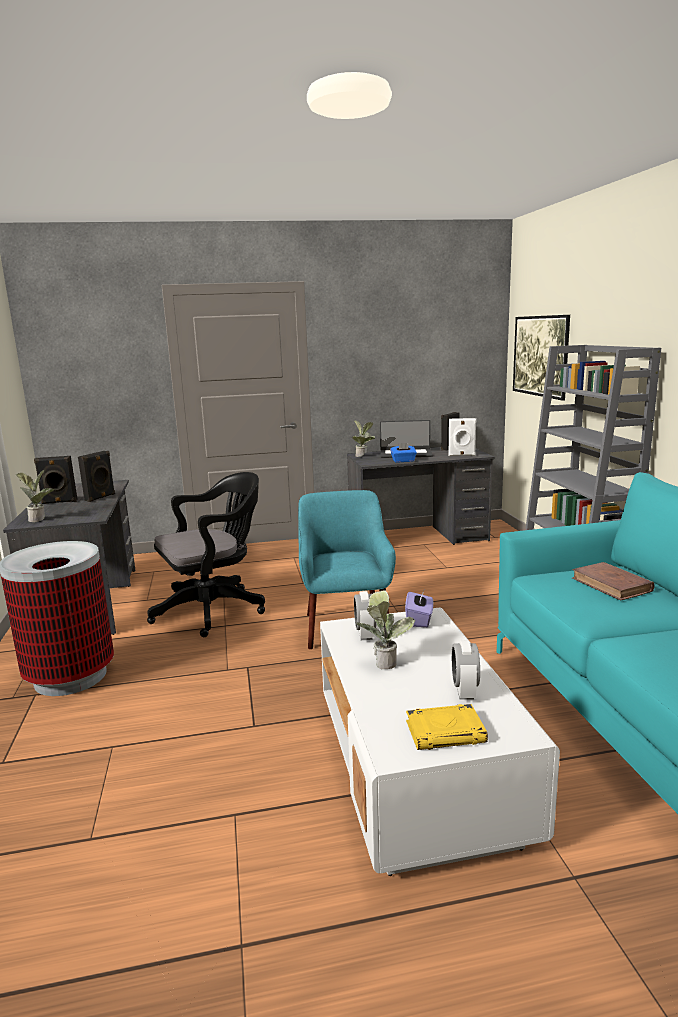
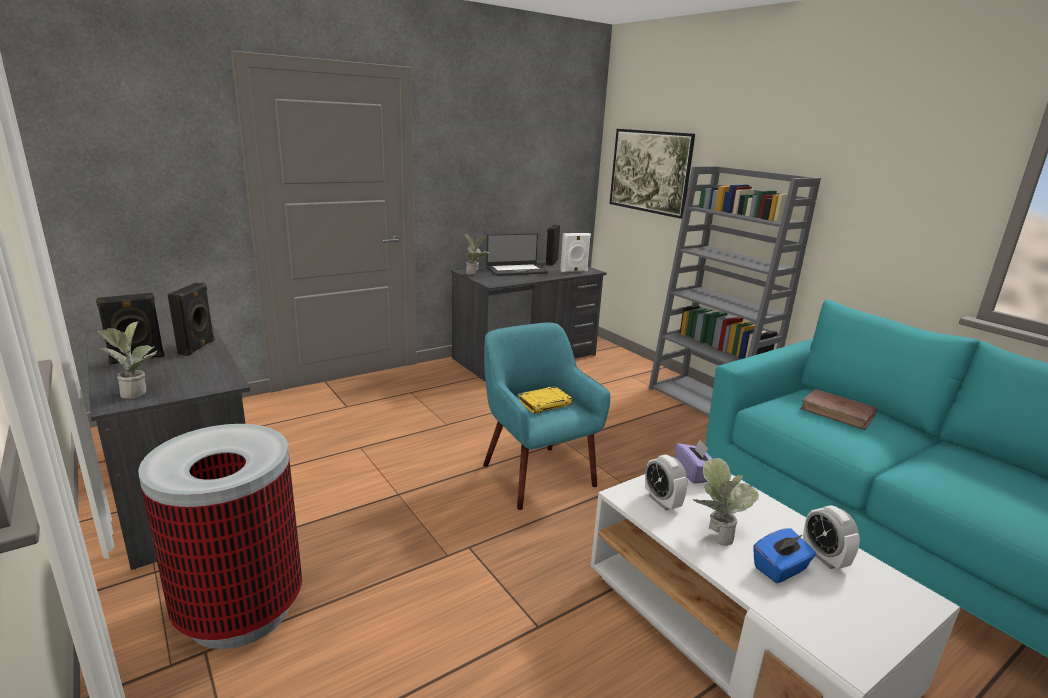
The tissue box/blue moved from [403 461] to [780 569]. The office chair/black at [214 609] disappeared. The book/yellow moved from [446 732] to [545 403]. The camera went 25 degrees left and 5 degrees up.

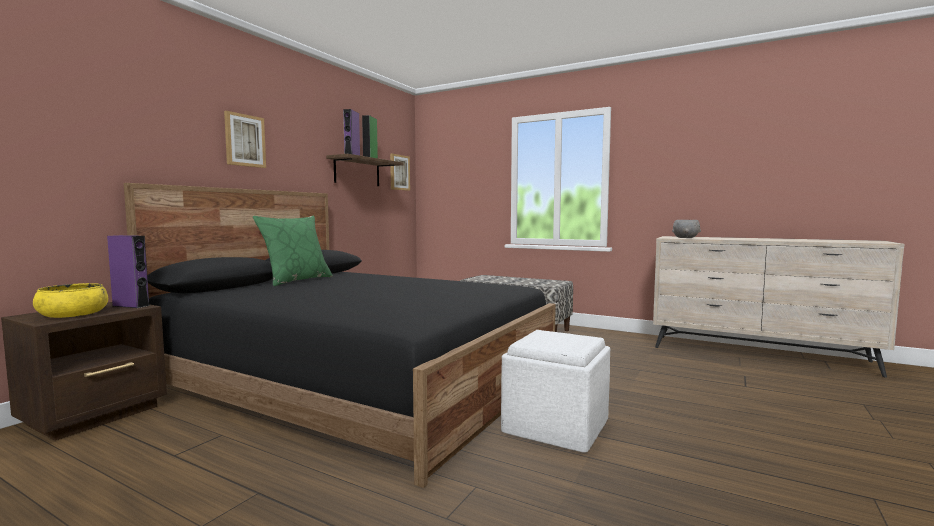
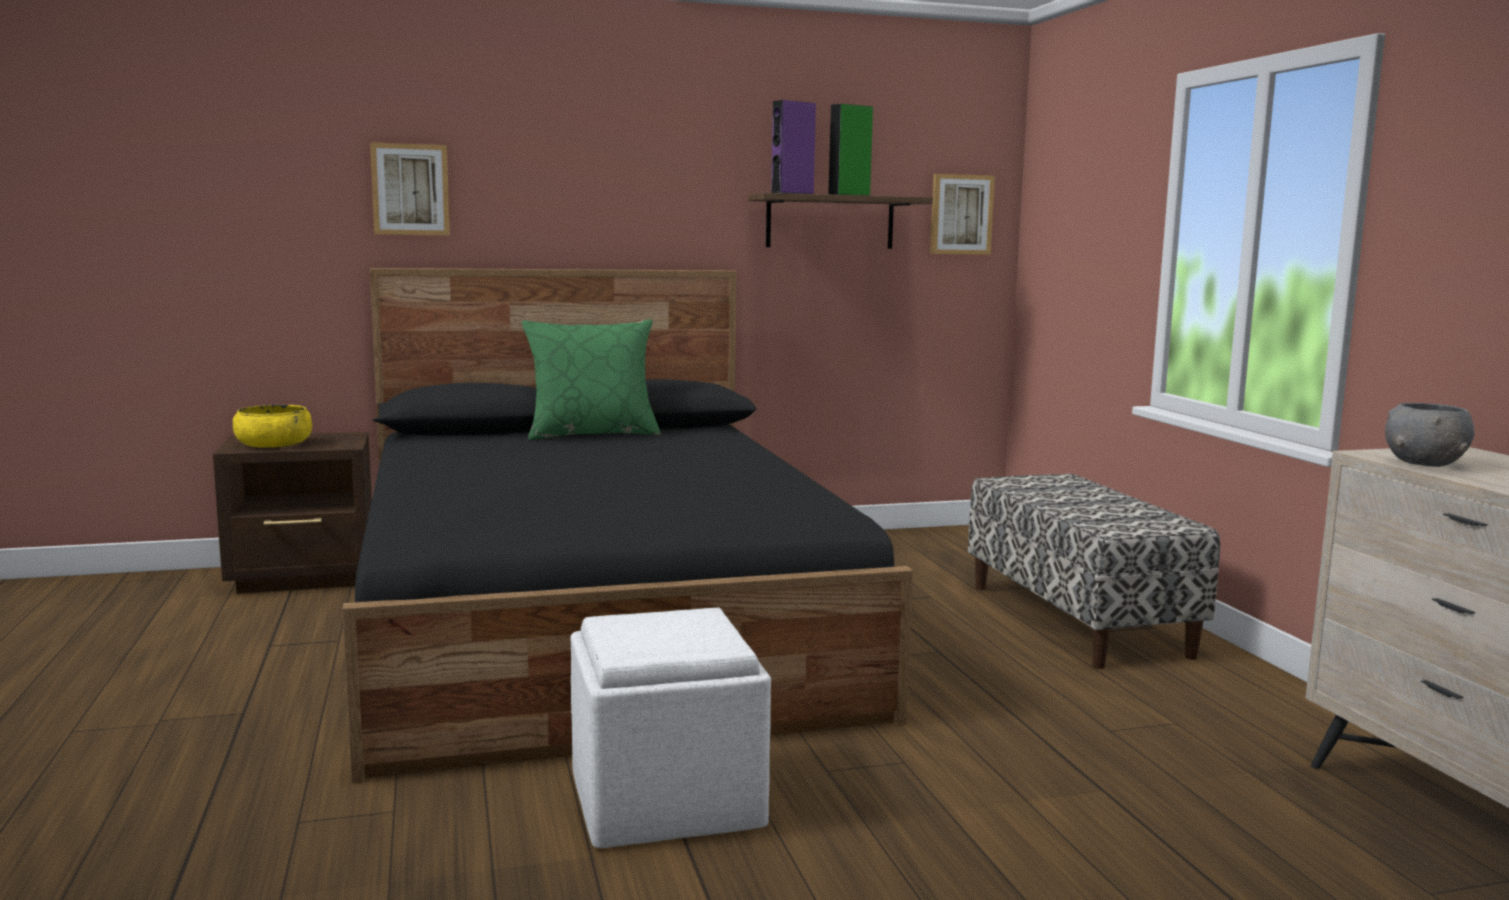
The picture moved from [244 140] to [410 189]. The speaker/purple at [131 305] disappeared. The camera went 45 degrees right and 5 degrees up.

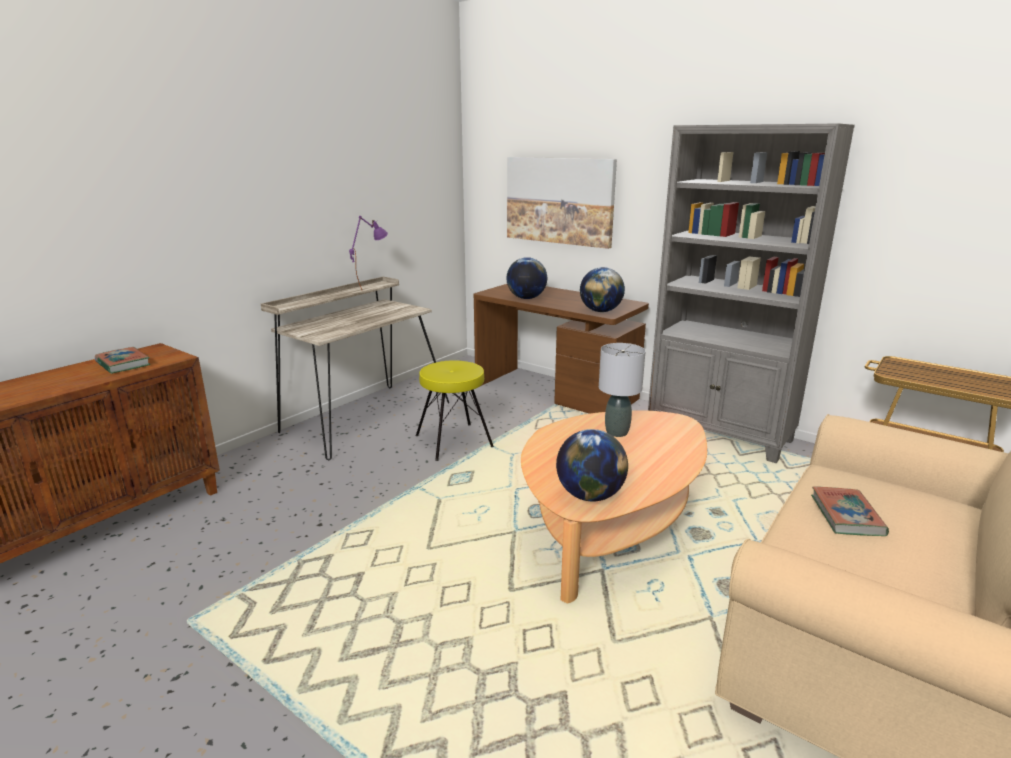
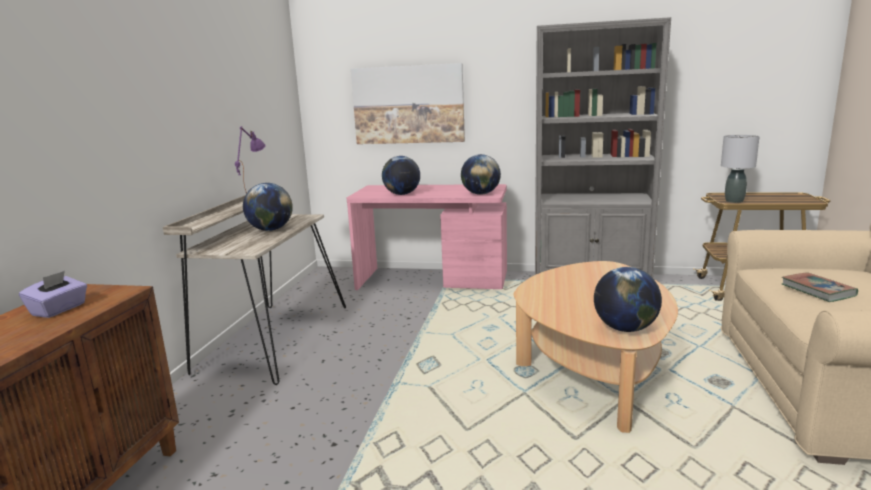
The desk/brown at [555 393] became the desk/pink at [432 280]. The table lamp/grey moved from [617 432] to [734 201]. The book at [123 364] was replaced by the tissue box/purple at [59 310]. The stool/yellow at [453 441] disappeared. The globe at [270 230] appeared. The camera went 25 degrees left and 5 degrees down.

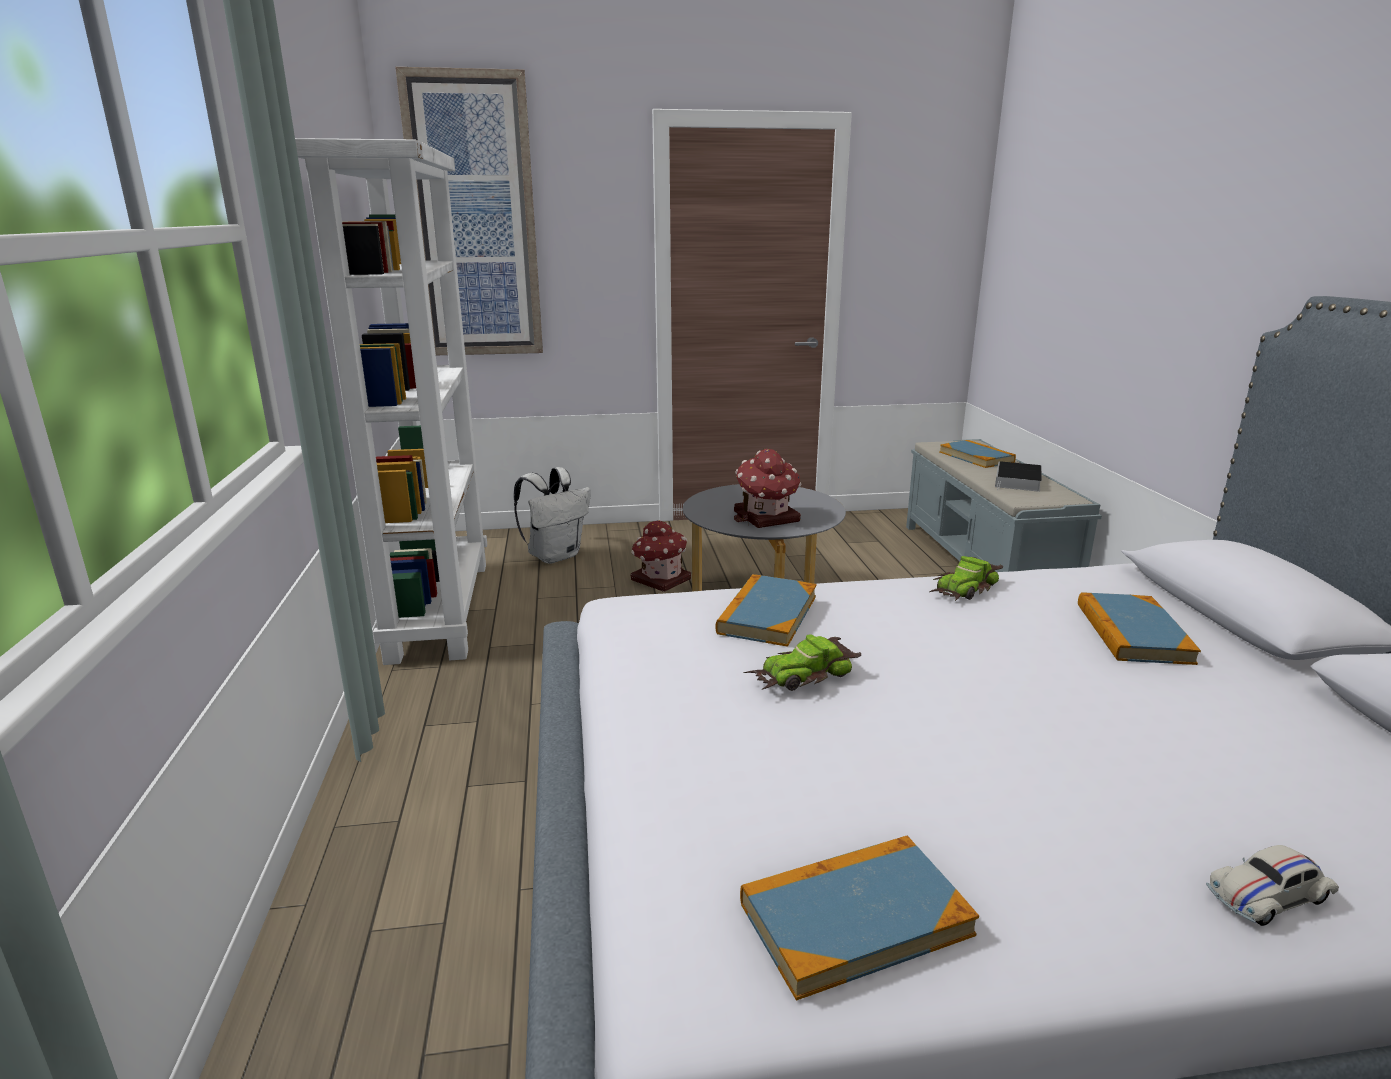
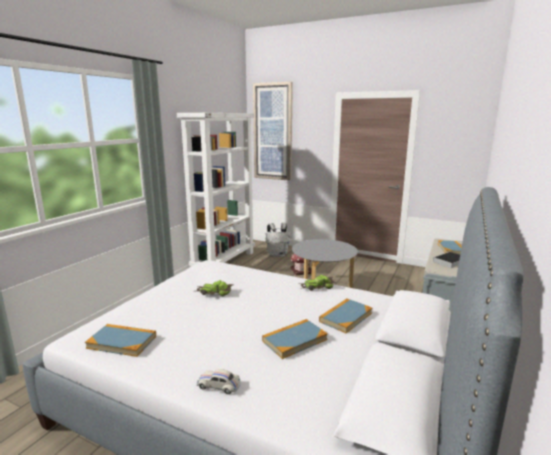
The toy house at [766 518] disappeared. The book moved from [767 614] to [294 340]. The camera went 35 degrees right and 5 degrees down.

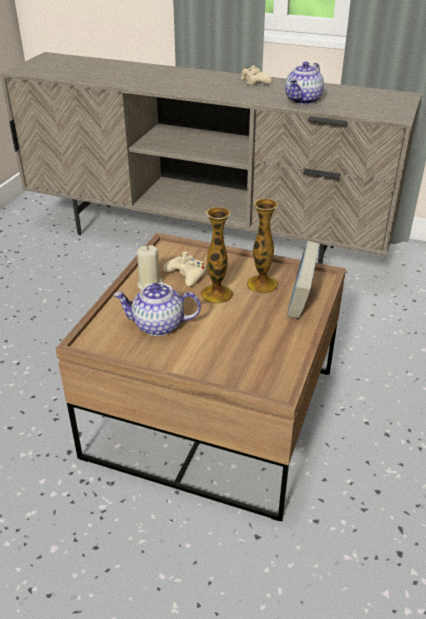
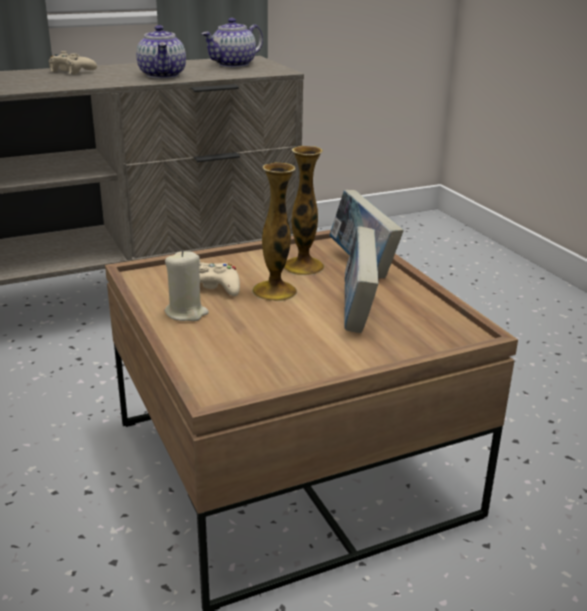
The teapot moved from [158 326] to [233 64]. The book at [357 313] appeared. The camera went 45 degrees left and 10 degrees down.

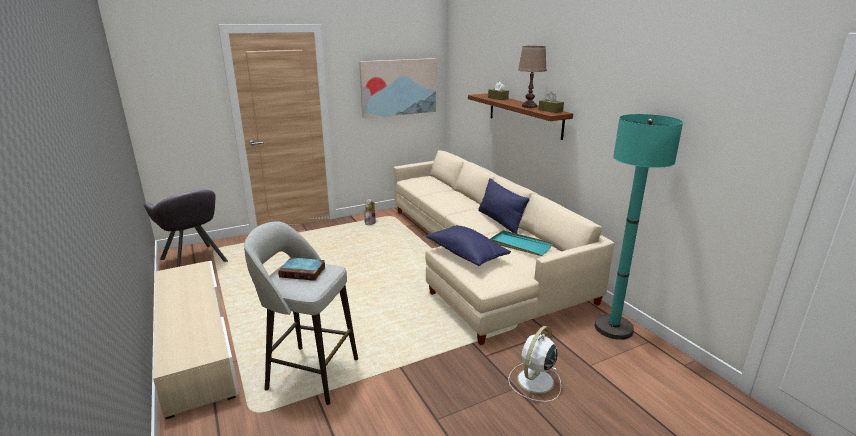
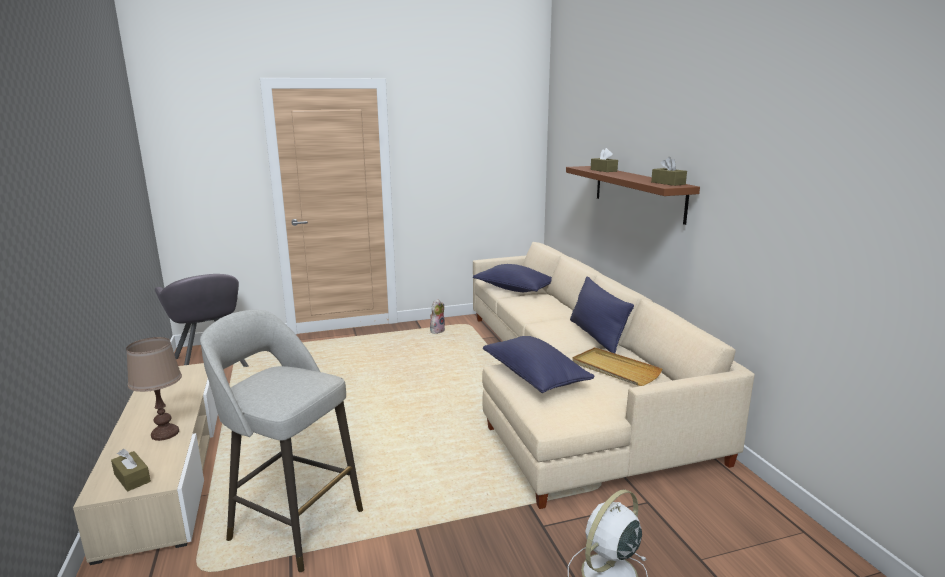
The table lamp/brown moved from [529 106] to [164 433]. The picture at [398 87] disappeared. The floor lamp/turquoise at [613 328] disappeared. The tray/turquoise at [520 245] became the tray/beige at [614 369]. The book at [304 272] disappeared. The pillow/blue at [514 289] appeared. The tissue box/brown at [132 478] appeared. The camera went 10 degrees right and 5 degrees down.

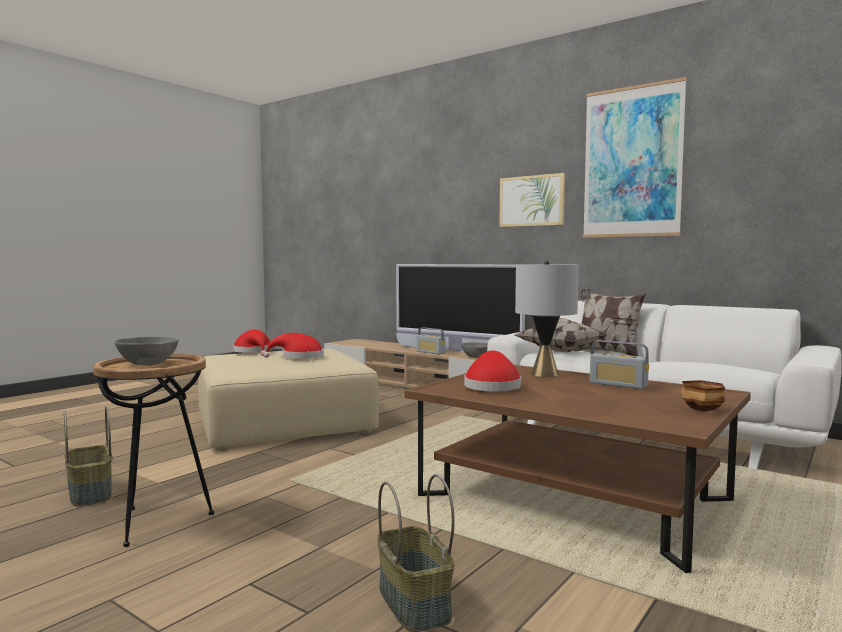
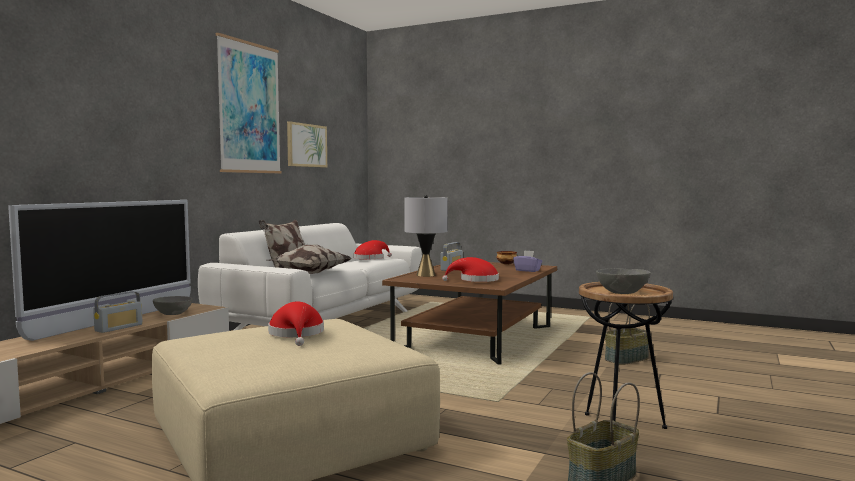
The picture moved from [532 201] to [306 145]. The hat/red moved from [254 352] to [370 258]. The tissue box/purple at [527 270] appeared. The camera went 100 degrees left and 0 degrees up.

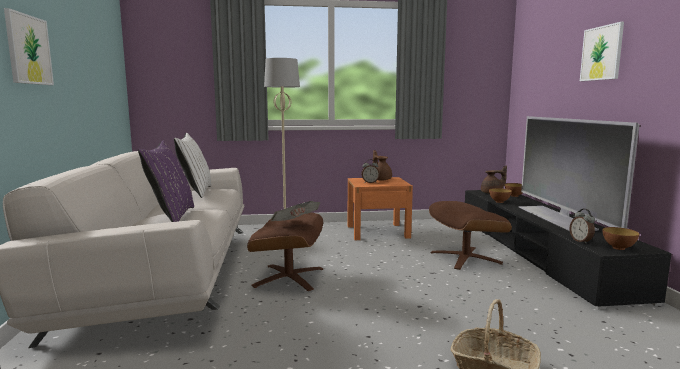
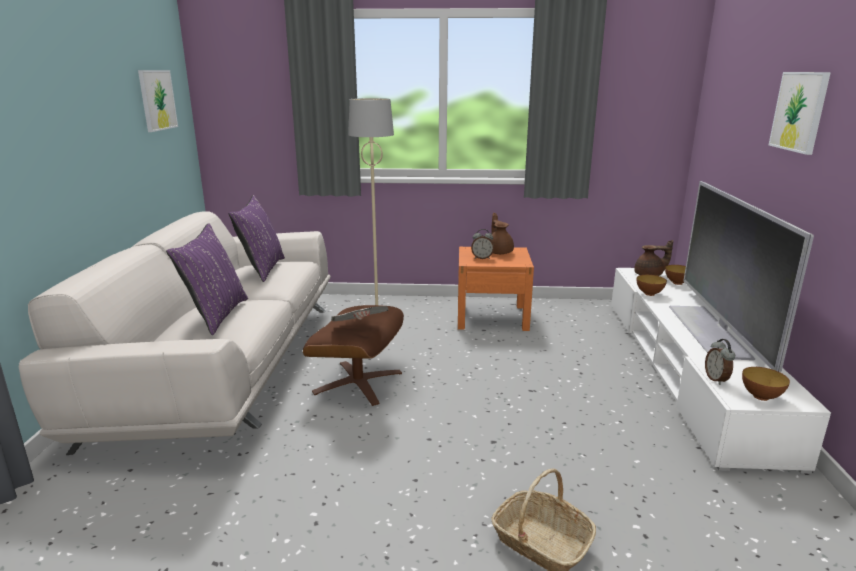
The picture moved from [28 49] to [157 100]. The pillow/white at [195 192] became the pillow/purple at [262 269]. The tv stand/black at [538 253] became the tv stand/white at [686 369]. The ottoman/brown at [465 258] disappeared. The camera went 10 degrees right and 10 degrees up.

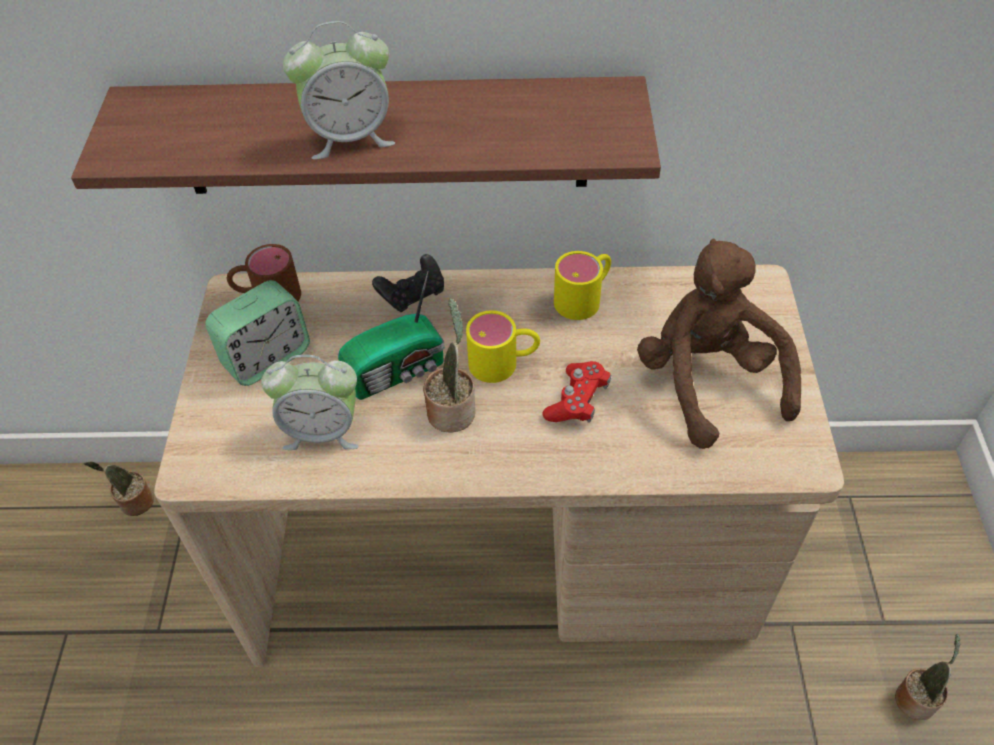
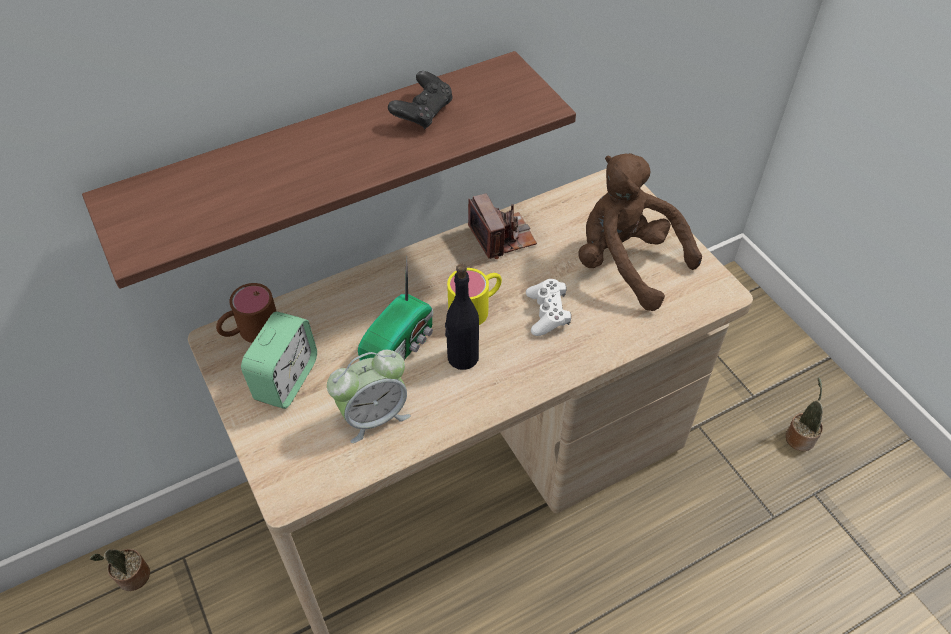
The alarm clock at [350 137] disappeared. The mug/yellow at [584 297] was replaced by the photo camera at [502 236]. The game controller/black moved from [412 294] to [423 113]. The potted plant at [452 410] was replaced by the bottle/black at [462 357]. The game controller/red at [577 401] became the game controller/white at [547 313]. The camera went 30 degrees left and 0 degrees up.

